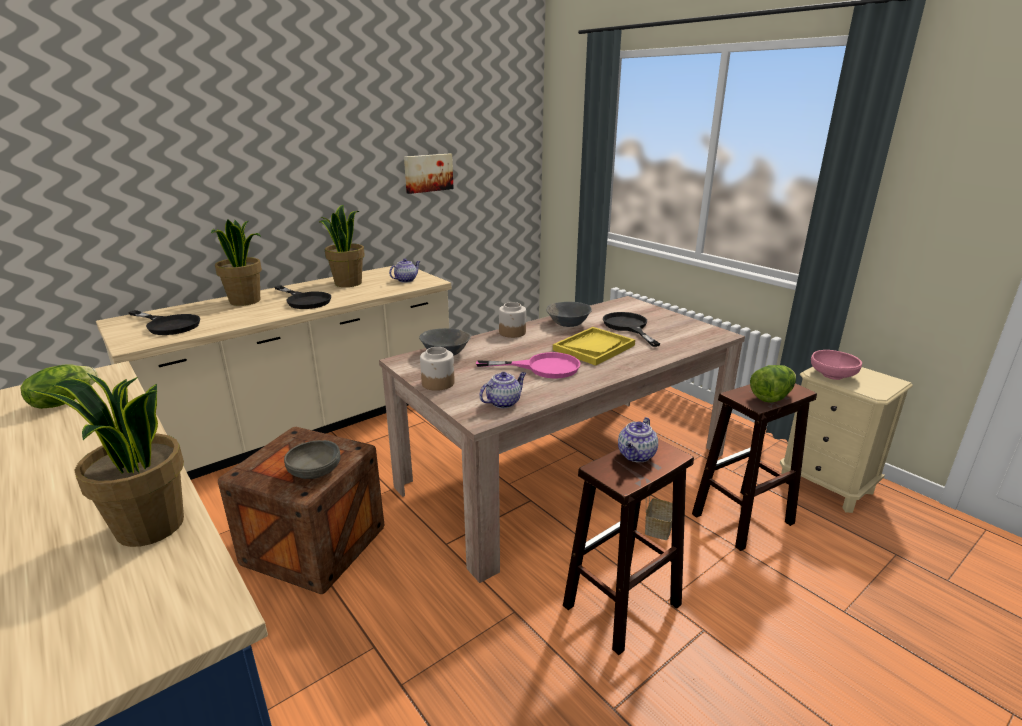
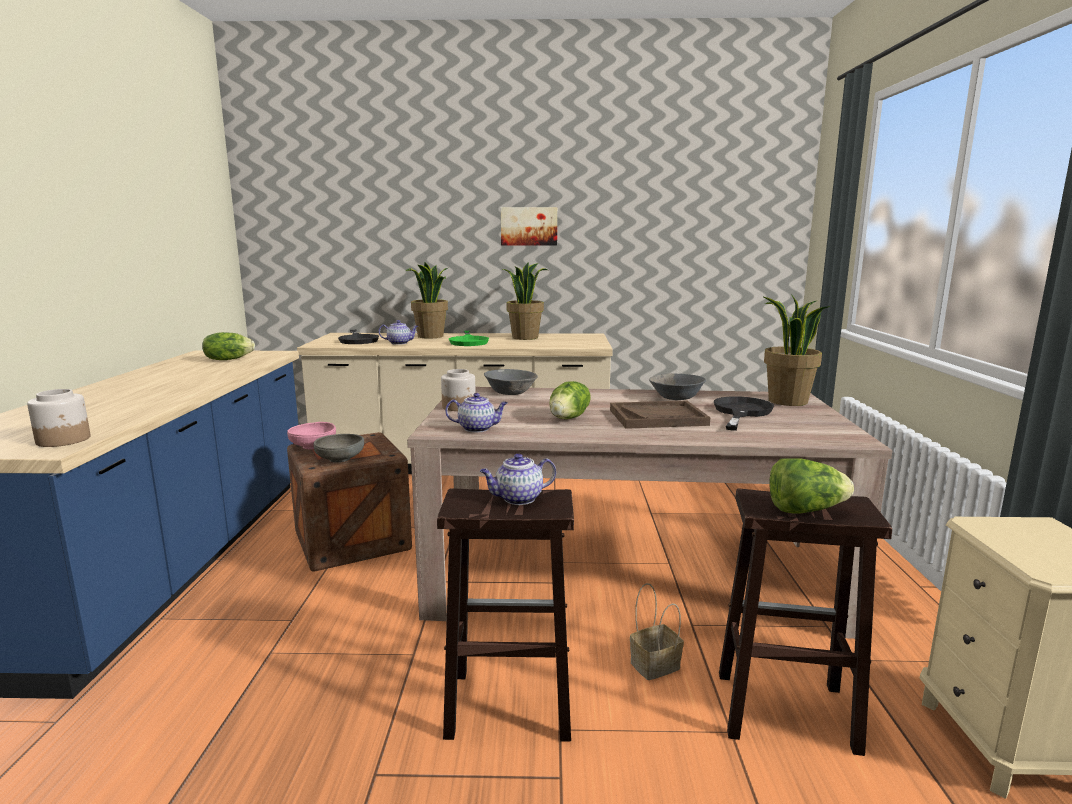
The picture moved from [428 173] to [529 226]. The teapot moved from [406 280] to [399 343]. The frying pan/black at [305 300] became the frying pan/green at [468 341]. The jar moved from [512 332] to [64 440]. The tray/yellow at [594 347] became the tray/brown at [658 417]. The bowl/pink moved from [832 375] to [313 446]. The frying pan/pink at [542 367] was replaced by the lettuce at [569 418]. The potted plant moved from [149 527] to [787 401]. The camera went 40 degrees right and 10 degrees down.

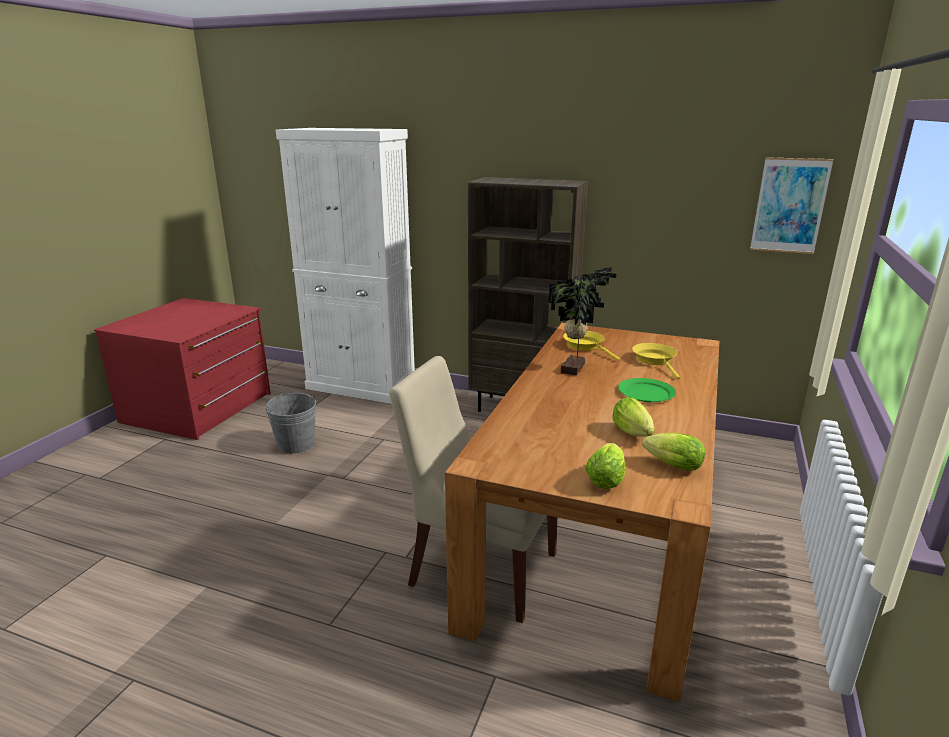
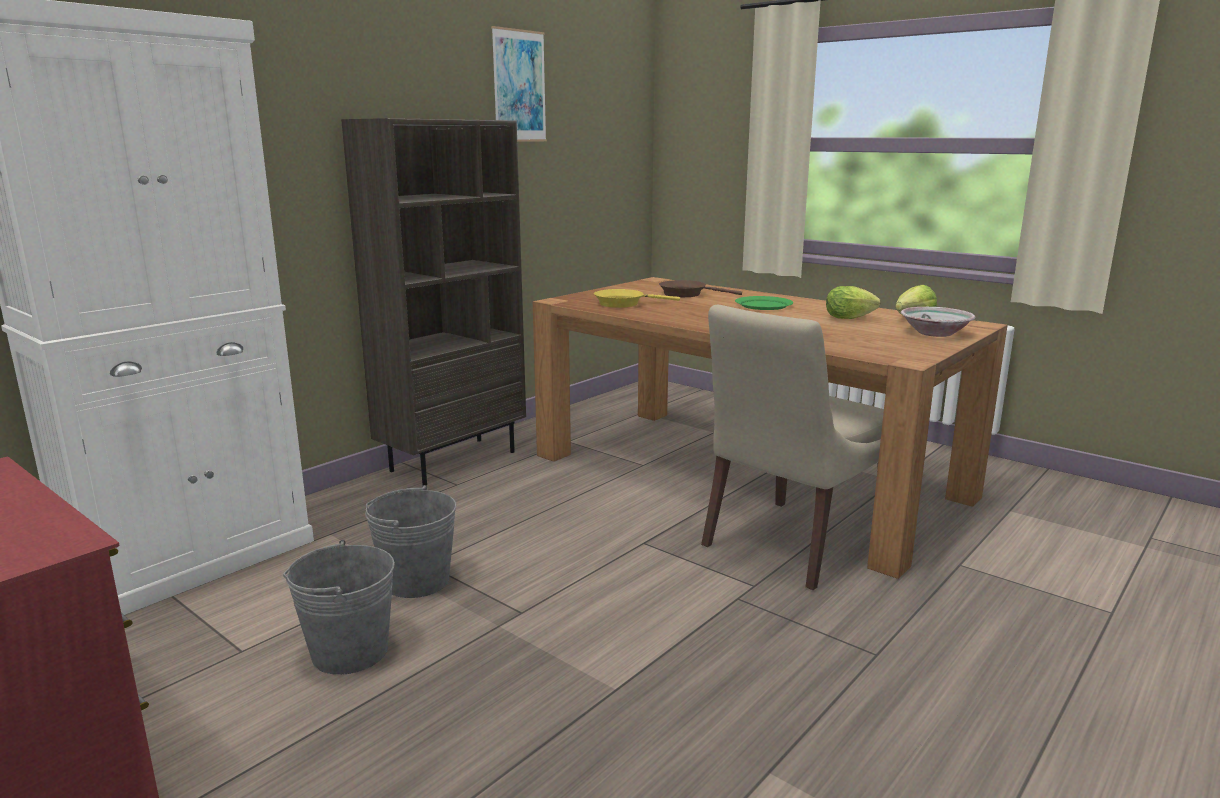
The picture moved from [789 206] to [519 86]. The potted plant at [575 369] disappeared. The frying pan/yellow at [655 360] became the frying pan/brown at [686 294]. The lettuce at [606 478] was replaced by the bowl at [935 333]. The bucket/grey at [416 581] appeared. The camera went 70 degrees left and 5 degrees down.

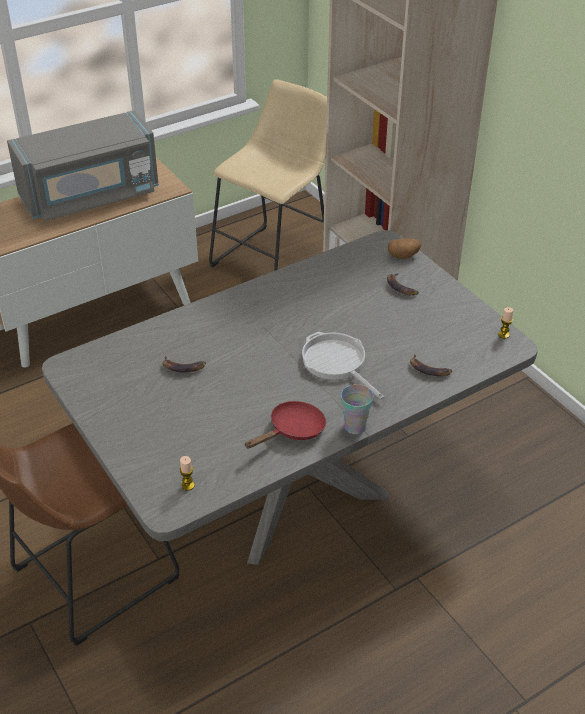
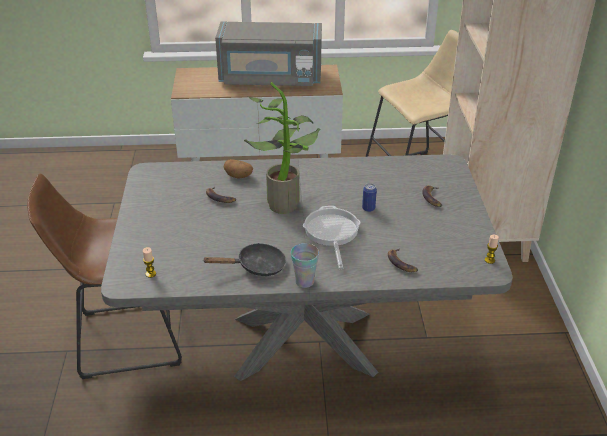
The potato moved from [403 256] to [239 176]. The frying pan/red at [293 430] became the frying pan/black at [256 266]. The potted plant at [285 202] appeared. The can at [368 208] appeared. The camera went 30 degrees right and 5 degrees down.

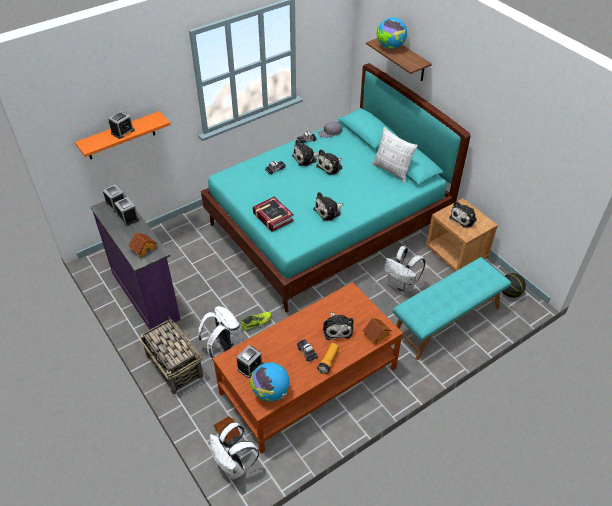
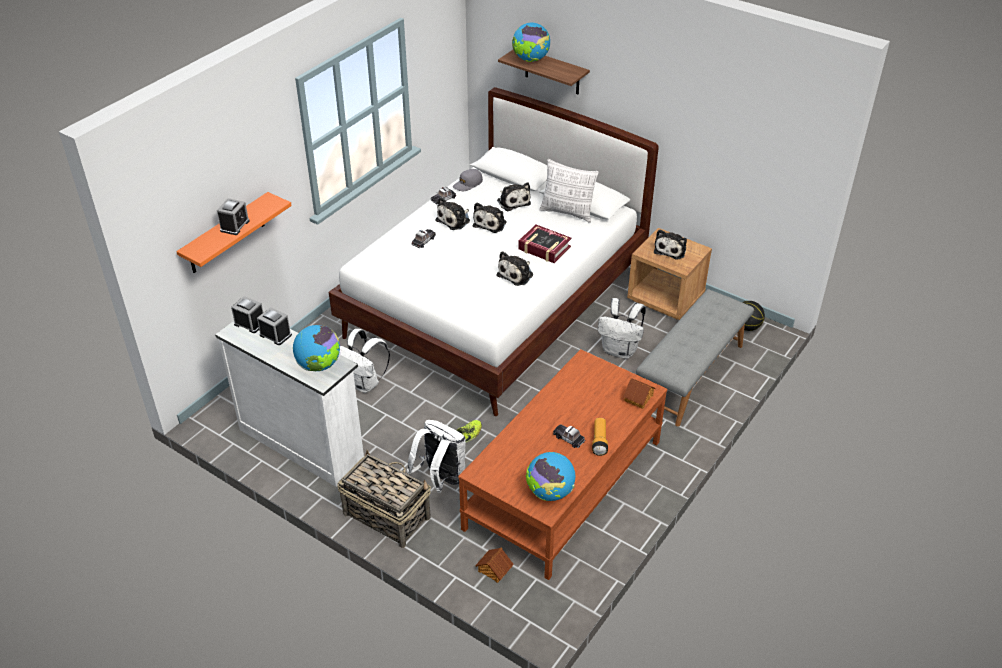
The bed/turquoise at [328 225] became the bed/white at [496 303]. The dresser/purple at [146 294] became the dresser/white at [302 443]. The book moved from [272 217] to [544 248]. The toy house at [143 248] was replaced by the globe at [319 365]. The bench/turquoise at [447 321] became the bench/grey at [691 376]. The plush toy moved from [337 328] to [513 201]. The alarm clock at [250 366] disappeared. The backpack/white moved from [233 466] to [364 383]. The camera went 20 degrees left and 5 degrees down.

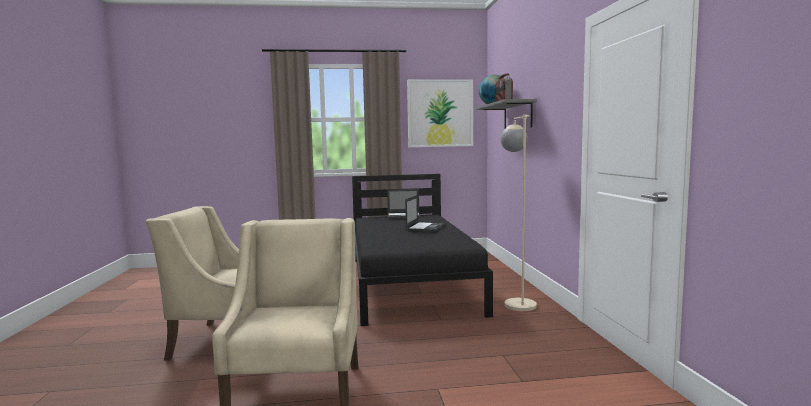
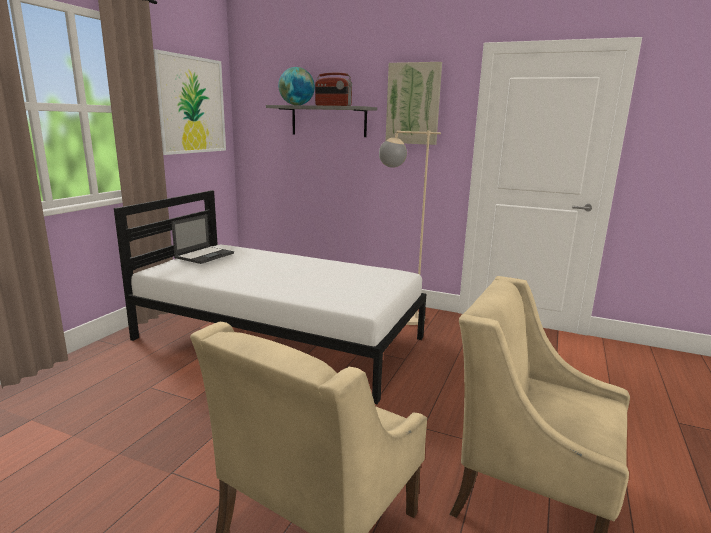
The bed/black at [410 283] became the bed/white at [280 338]. The laptop at [425 227] disappeared. The picture at [413 104] appeared. The camera went 60 degrees left and 10 degrees up.

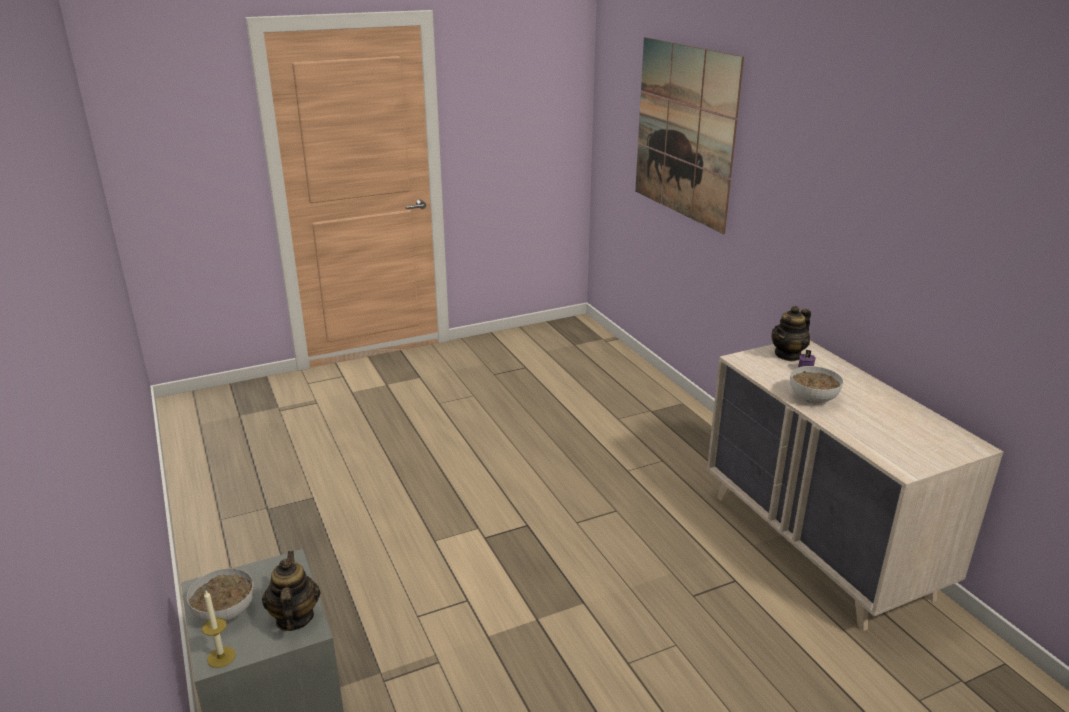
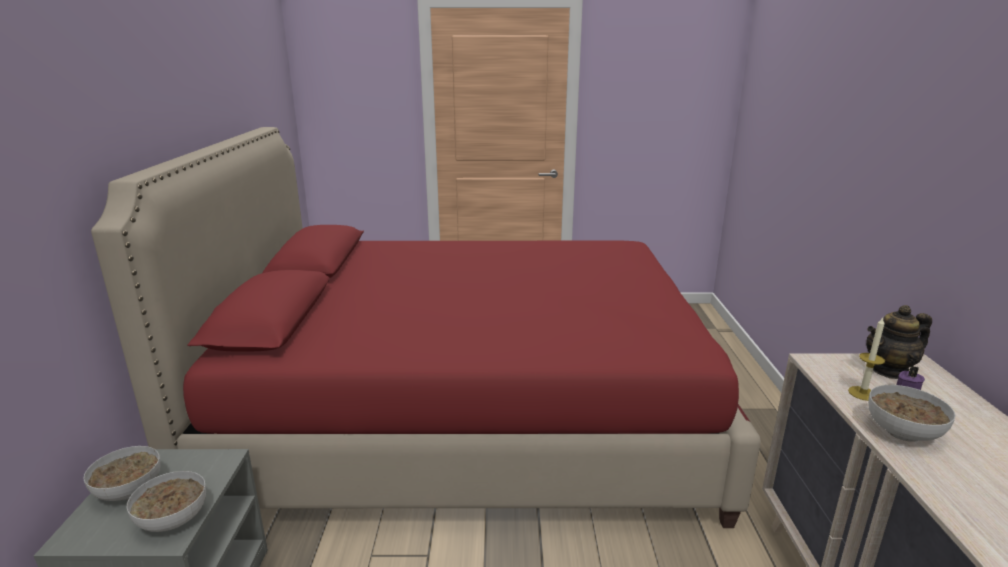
The picture at [684 132] disappeared. The teapot at [294 618] was replaced by the bowl at [172 519]. The candle moved from [221 657] to [862 393]. The bed/red at [468 415] appeared. The camera went 25 degrees right and 5 degrees down.

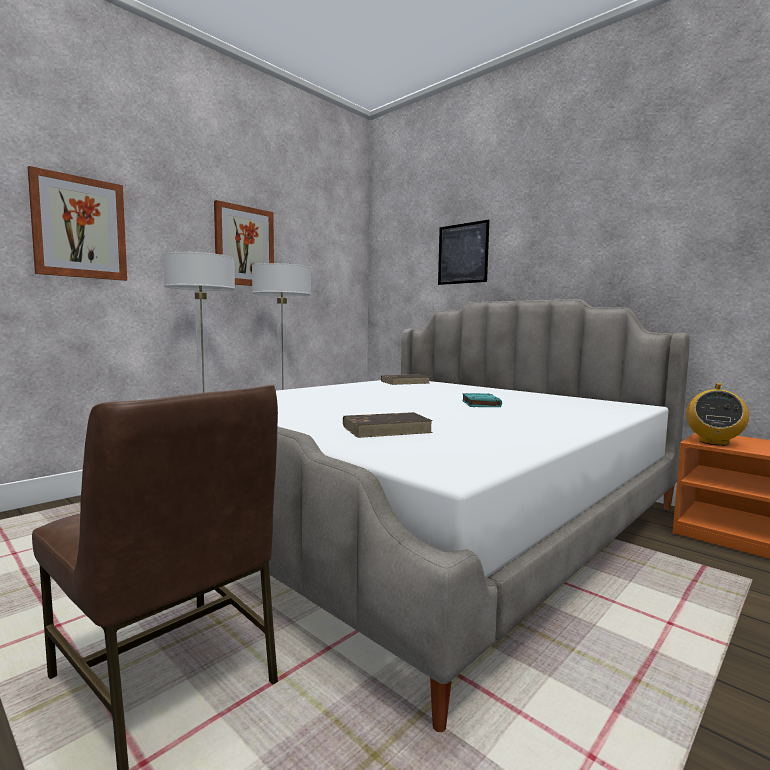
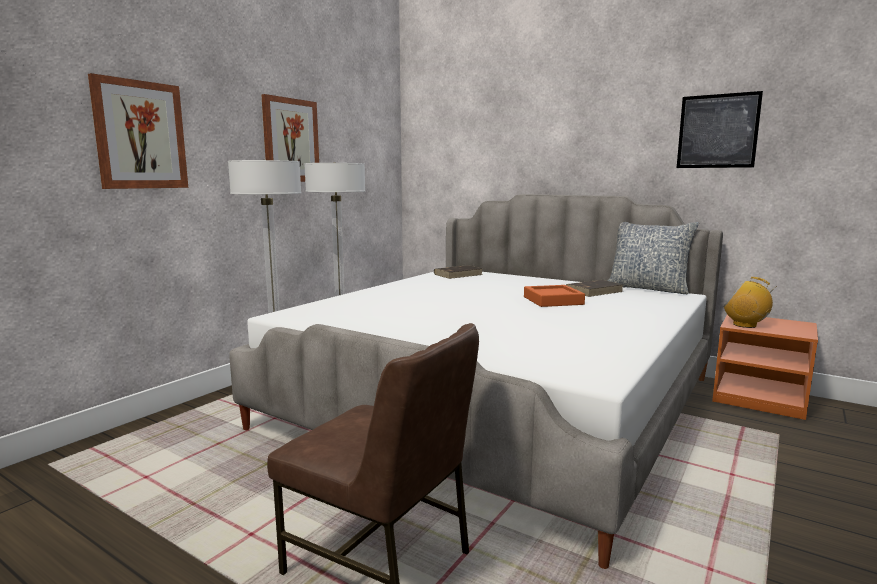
The picture moved from [462 253] to [717 131]. The radio at [713 442] turned 105 degrees clockwise. The book/turquoise at [480 404] was replaced by the tray/orange at [553 300]. The book/brown moved from [387 429] to [594 291]. The pillow at [647 289] appeared. The camera went 10 degrees left and 5 degrees up.

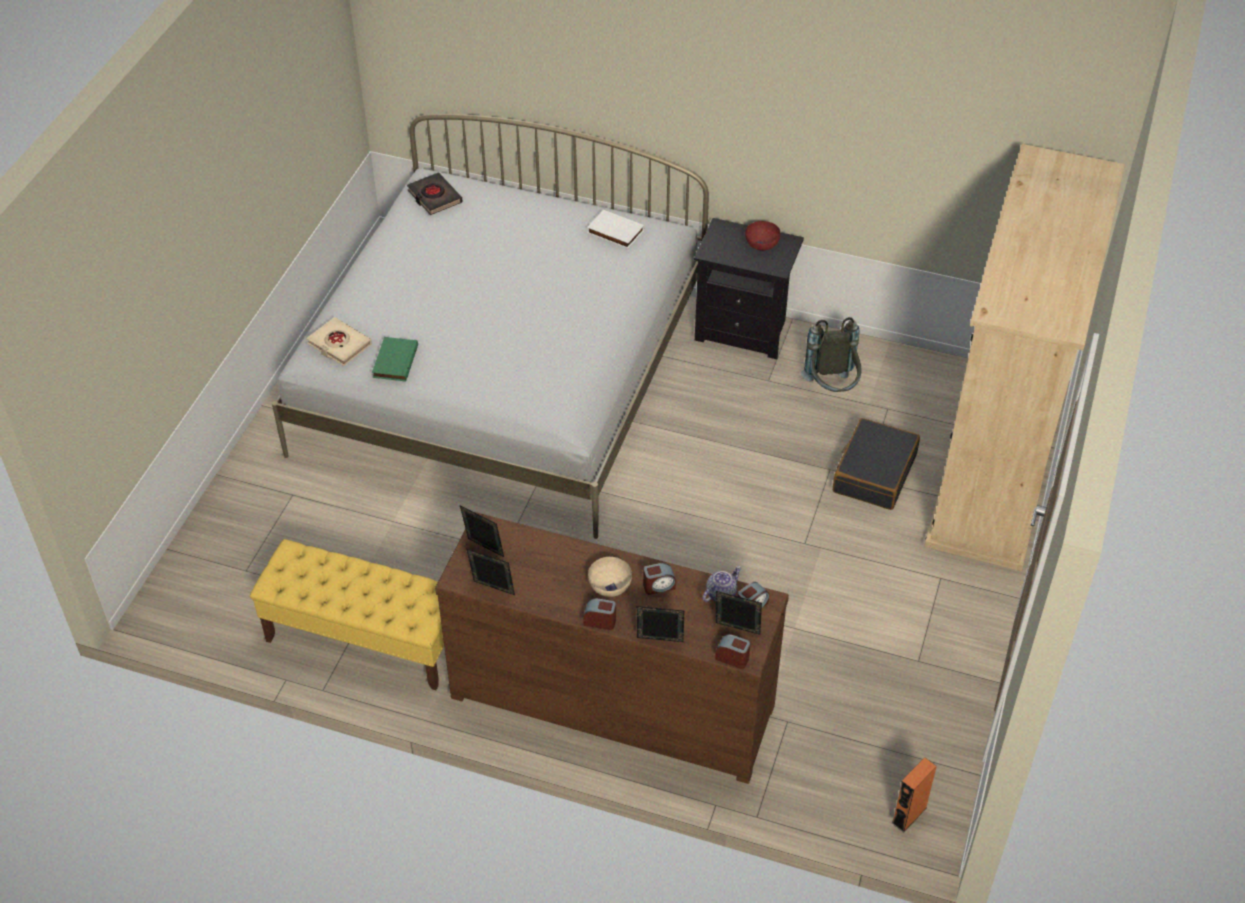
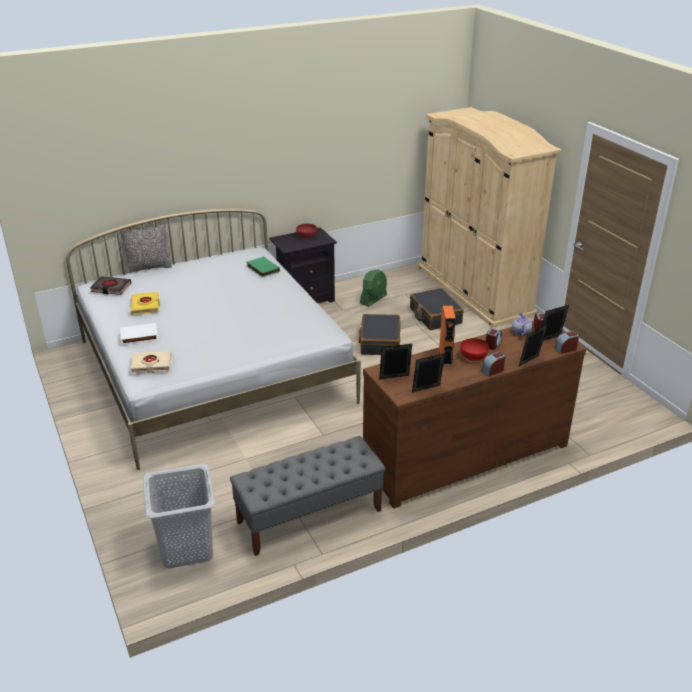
The book/white moved from [614 232] to [139 336]. The backpack/grey at [832 389] was replaced by the fan/green at [373 299]. The book/green moved from [394 361] to [262 269]. The bench/yellow at [363 639] became the bench/grey at [309 516]. The bowl/beige at [610 585] became the bowl/red at [473 356]. The speaker/orange moved from [909 815] to [445 357]. The pillow at [148 267] appeared. The book/yellow at [145 306] appeared. The suitcase/black at [379 342] appeared. The laundry basket/grey at [186 548] appeared. The camera went 45 degrees left and 15 degrees down.

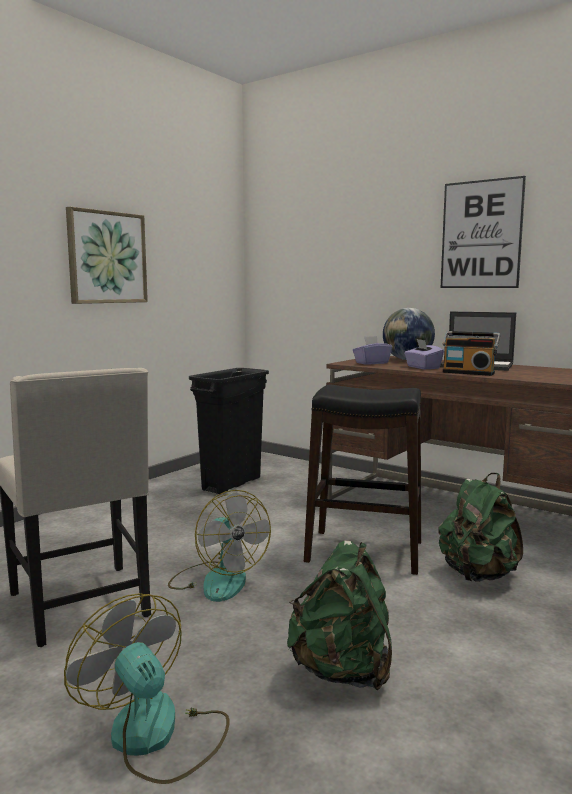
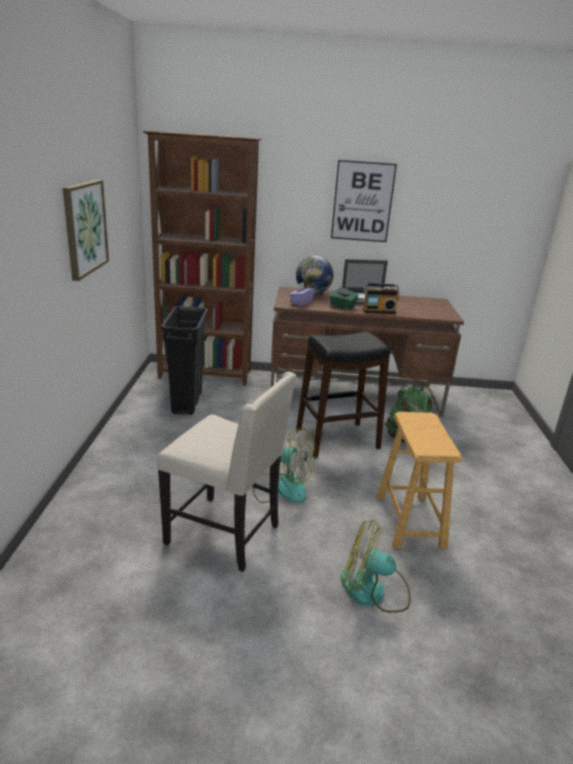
The tissue box/purple at [422 367] became the tissue box/green at [342 306]. The backpack/green at [342 671] was replaced by the stool/brown at [410 521]. The bookcase/brown at [206 375] appeared. The camera went 35 degrees left and 15 degrees up.

